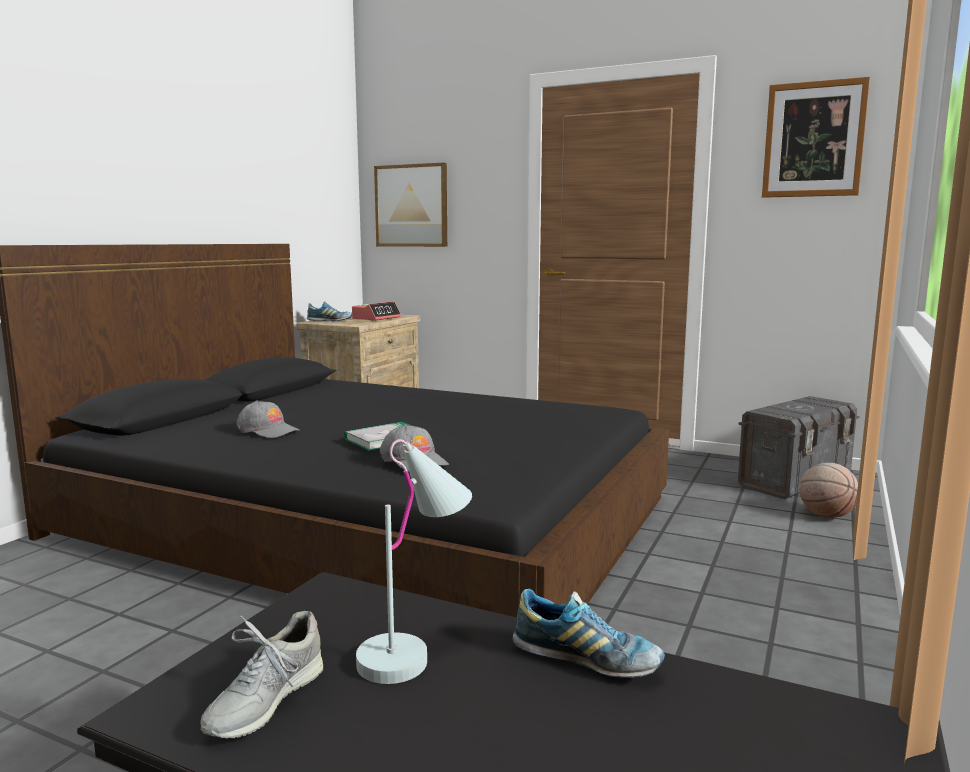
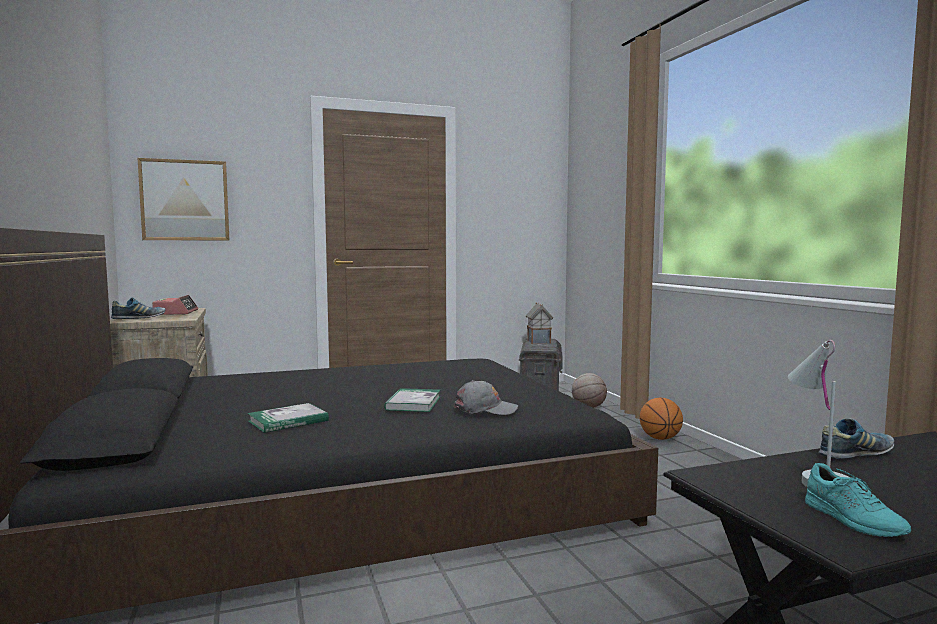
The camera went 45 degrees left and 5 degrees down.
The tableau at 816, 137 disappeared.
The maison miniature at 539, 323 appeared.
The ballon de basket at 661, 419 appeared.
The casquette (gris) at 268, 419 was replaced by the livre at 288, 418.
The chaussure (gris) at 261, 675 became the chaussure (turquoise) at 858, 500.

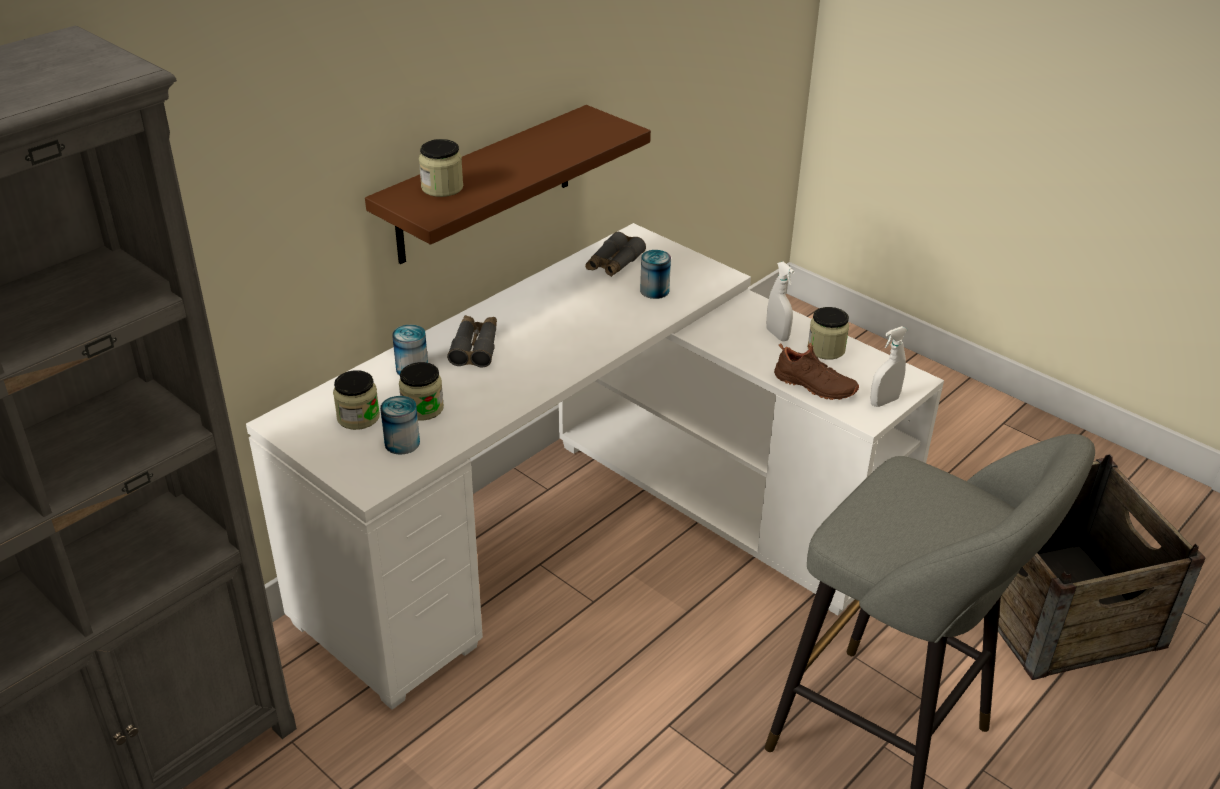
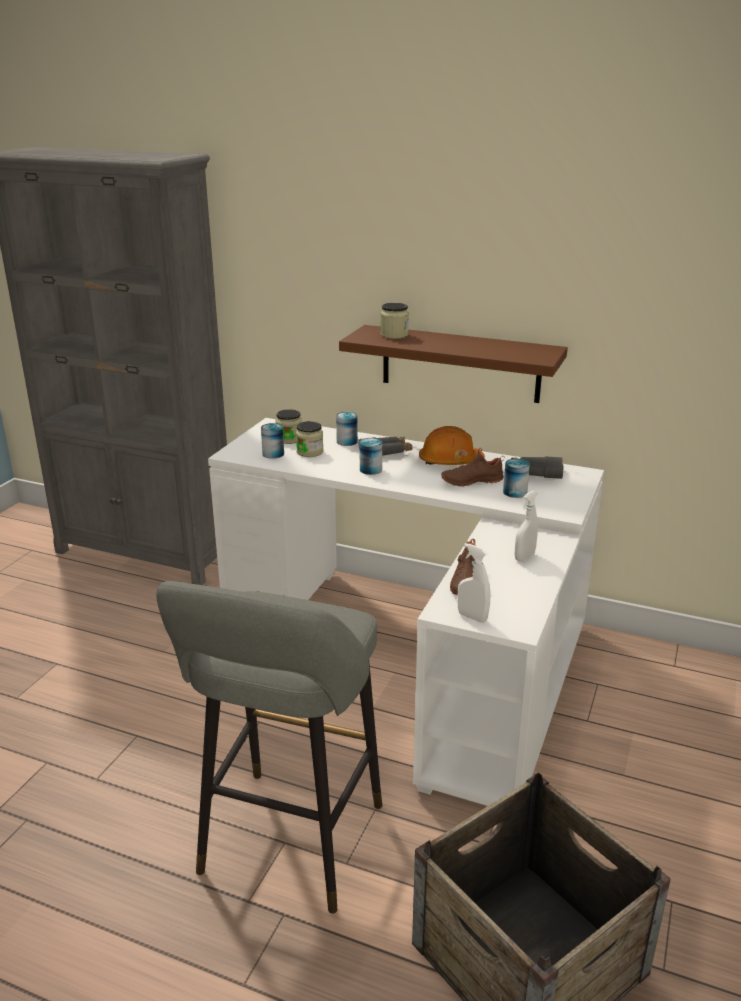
The camera went 70 degrees right and 10 degrees down.
The bocal at 828, 333 disappeared.
The boîte métallique at 371, 456 appeared.
The casque de chantier (orange) at 452, 445 appeared.
The chaussure (marron) at 473, 467 appeared.

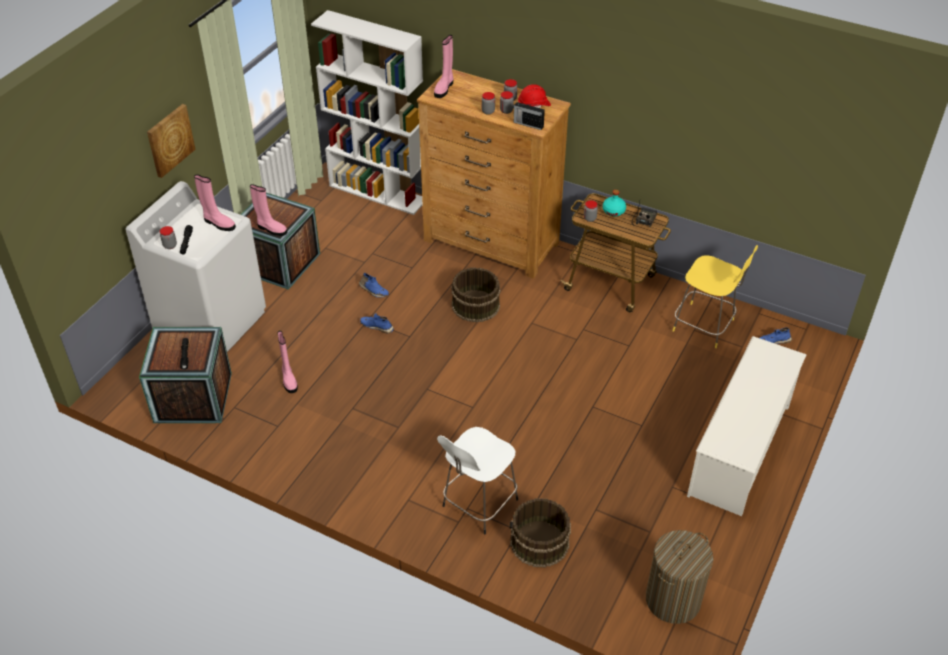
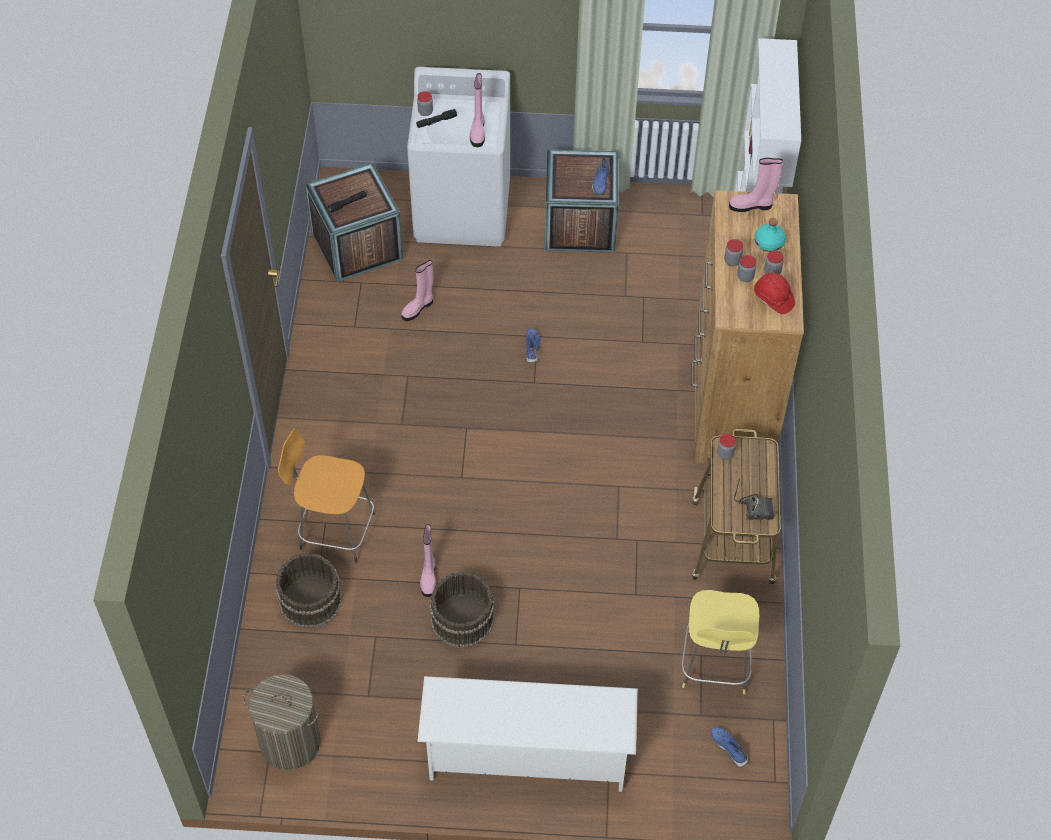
The camera went 65 degrees right and 10 degrees up.
The tableau at 171, 141 disappeared.
The radio at 529, 116 disappeared.
The botte (rose) moved from 268, 210 to 428, 560.
The chaussure (bleu) moved from 374, 284 to 601, 176.
The seau (marron) moved from 475, 294 to 462, 610.
The bouteille (turquoise) moved from 614, 203 to 770, 235.
The tabouret (blanc) at 477, 481 became the tabouret (orange) at 326, 495.

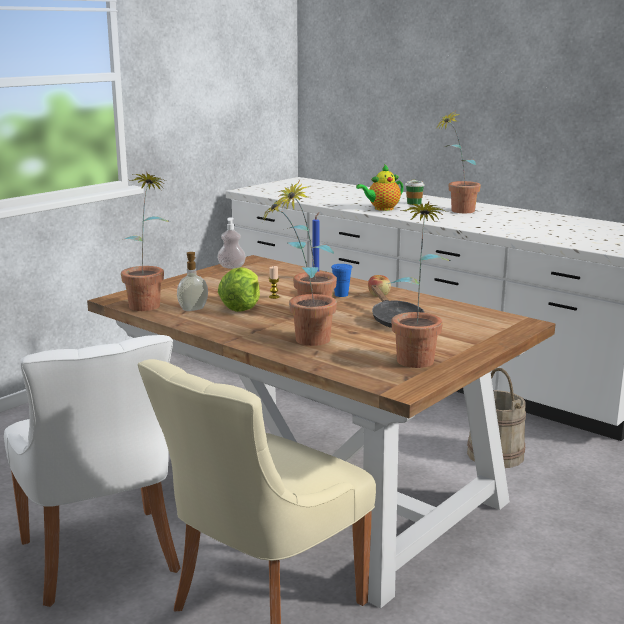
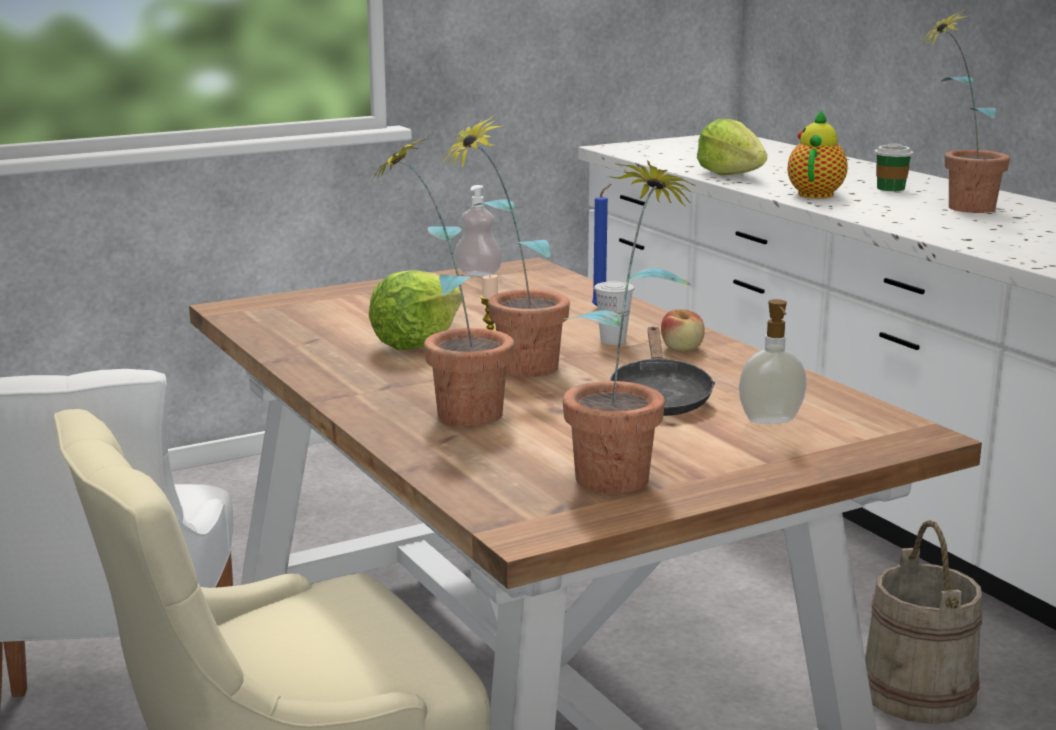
The camera went 20 degrees right and 0 degrees up.
The plante en pot at 145, 241 disappeared.
The laitue at 732, 146 appeared.
The distributeur de savon moved from 192, 281 to 773, 361.
The tasse (bleu) at 342, 280 became the tasse (blanc) at 614, 313.
The théière at 380, 187 turned 120 degrees clockwise.

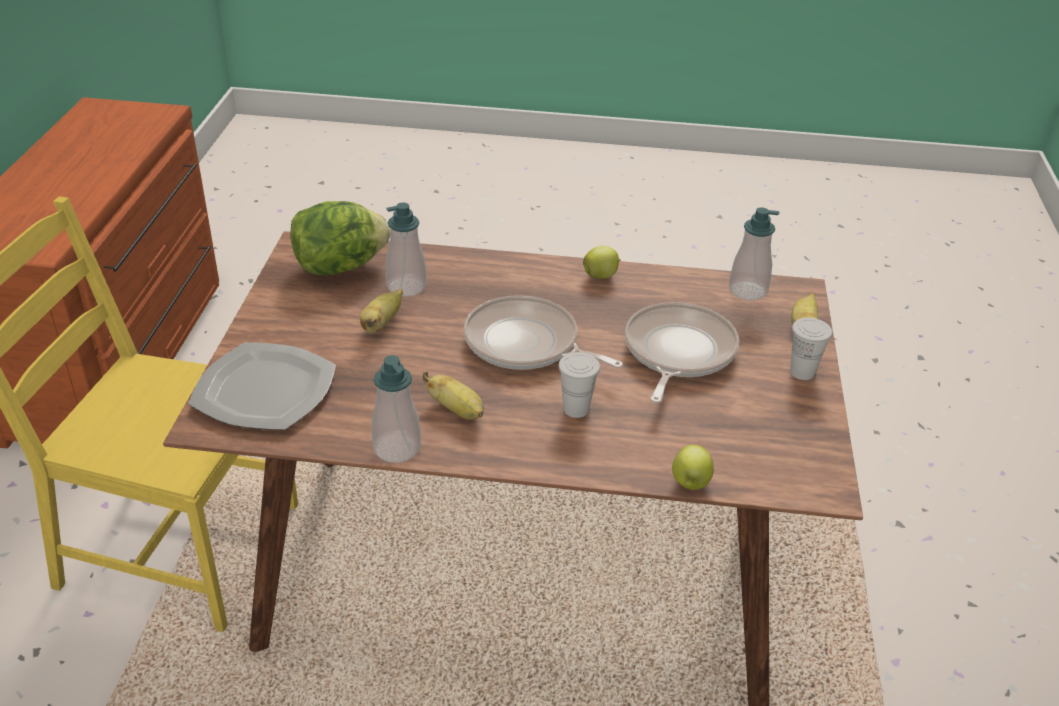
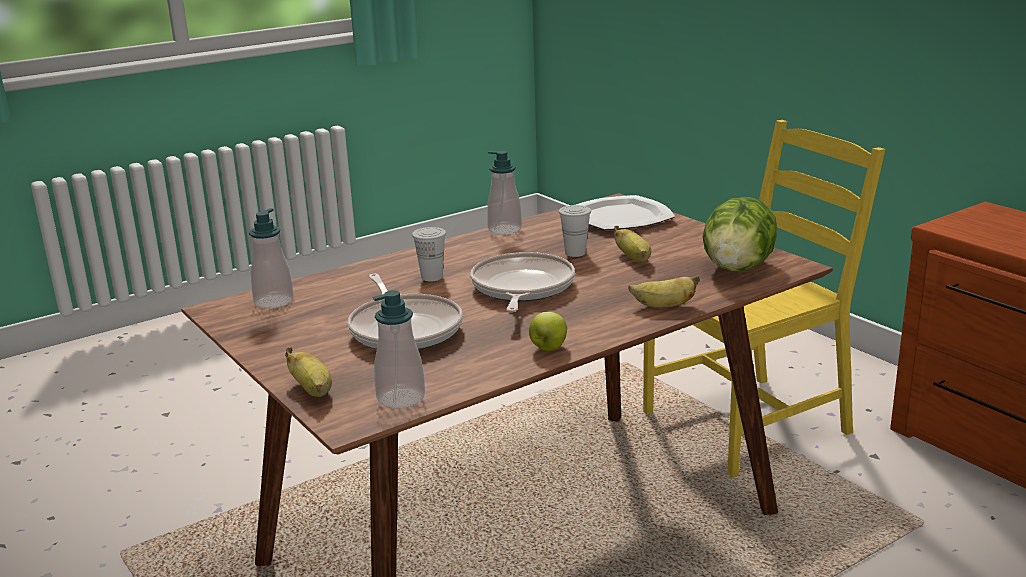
The camera went 140 degrees right and 15 degrees down.
The pomme at 693, 467 disappeared.
The distributeur de savon moved from 406, 249 to 271, 258.
The banane moved from 453, 395 to 664, 291.
The tasse (blanc) moved from 811, 349 to 575, 231.
The poêle at 543, 332 turned 75 degrees counterclockwise.

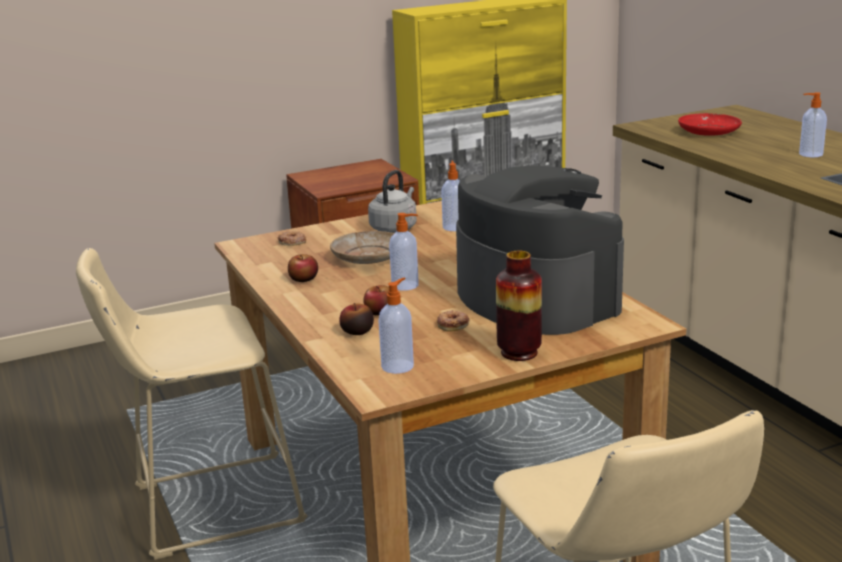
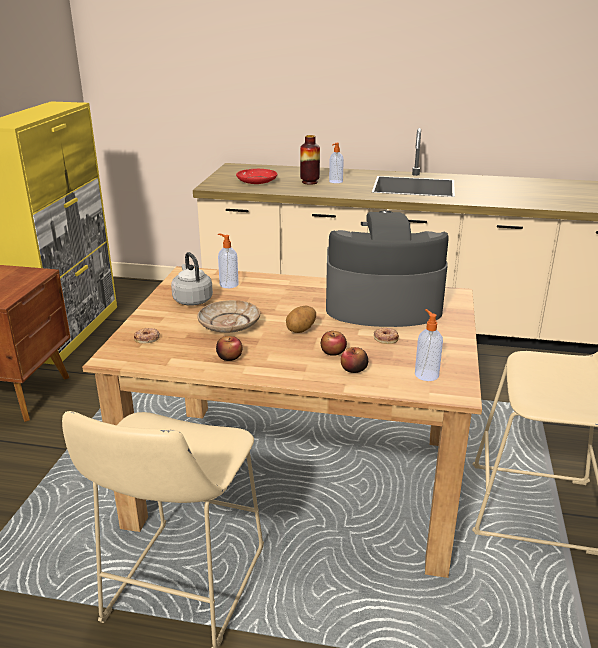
The camera went 55 degrees left and 5 degrees up.
The vase moved from 519, 306 to 310, 160.
The distributeur de savon at 404, 252 was replaced by the pomme de terre at 301, 319.

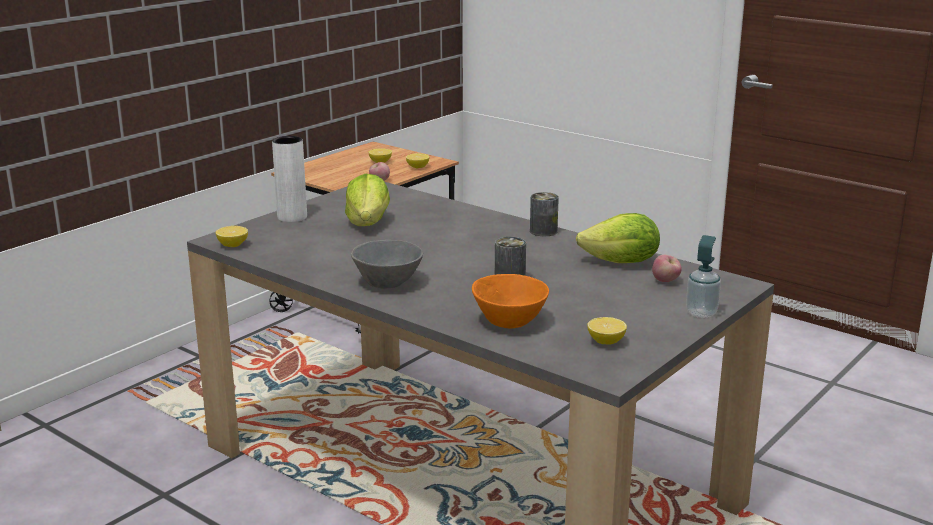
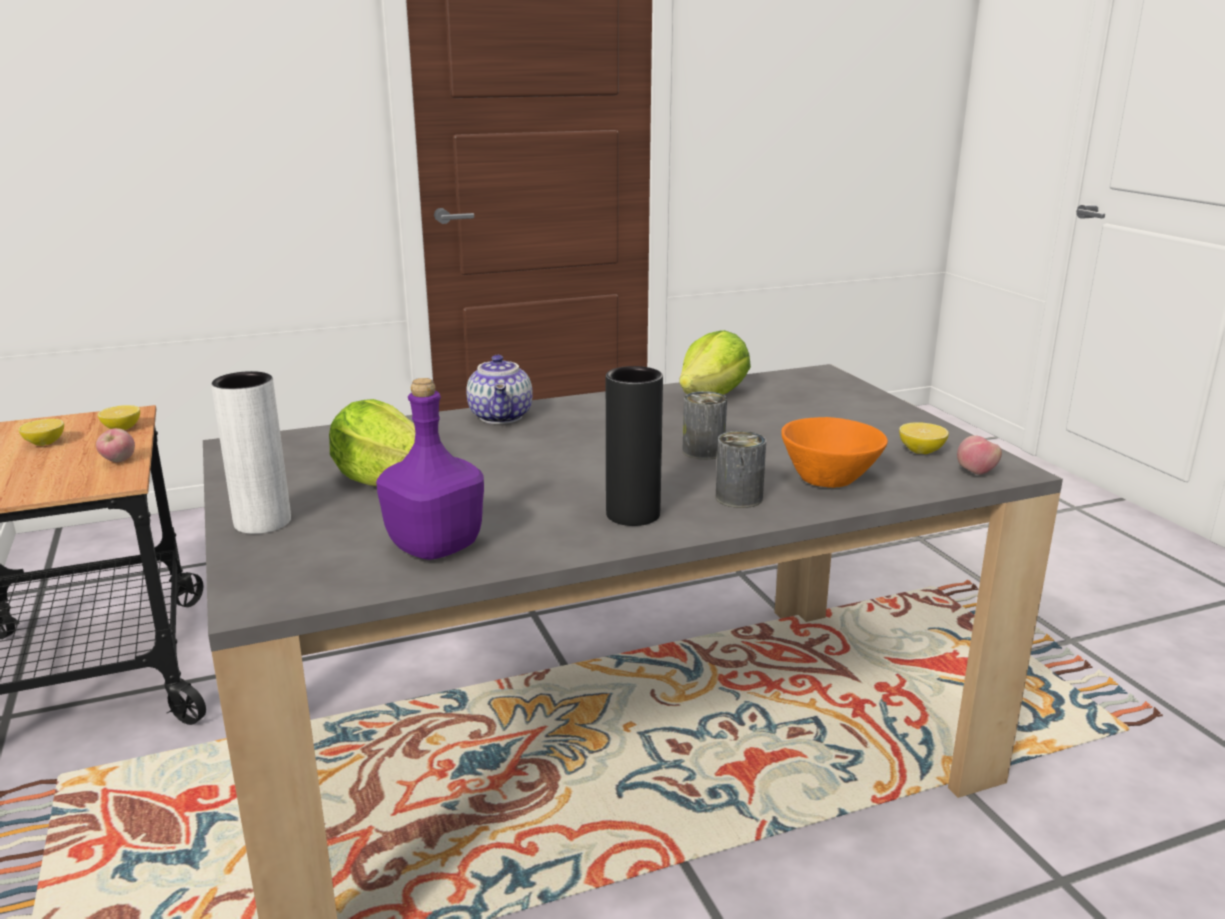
The camera went 60 degrees left and 0 degrees up.
The citron at 232, 236 disappeared.
The distributeur de savon at 703, 276 disappeared.
The bouteille (violet) at 430, 469 appeared.
The théière at 499, 389 appeared.
The boîte métallique moved from 544, 214 to 741, 469.
The pomme moved from 667, 268 to 979, 455.
The bol (gris) at 387, 264 was replaced by the vase (noir) at 634, 446.

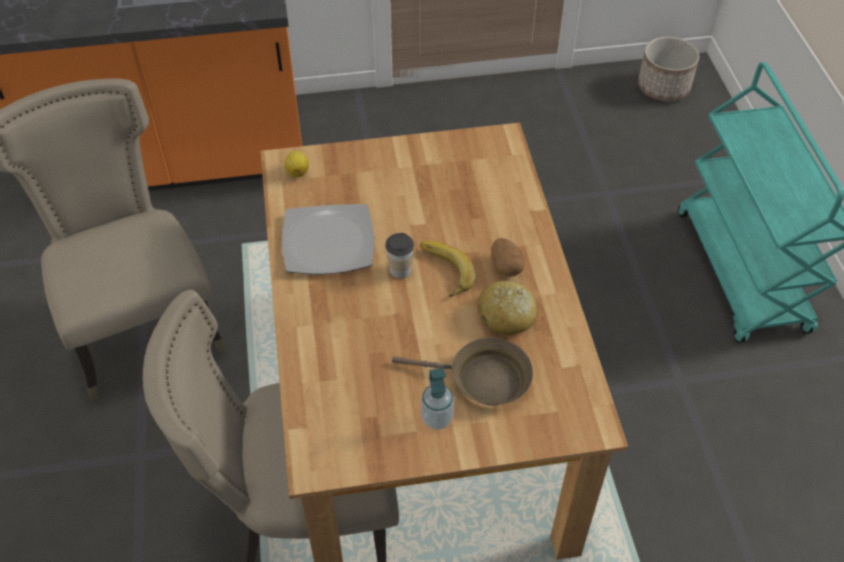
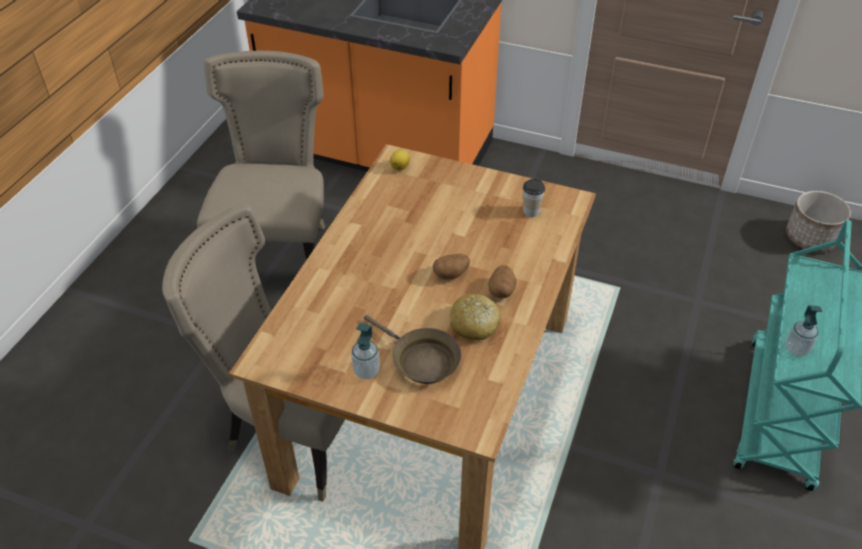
The camera went 30 degrees right and 5 degrees down.
The assiette at 328, 239 disappeared.
The distributeur de savon at 804, 330 appeared.
The tasse moved from 399, 256 to 534, 198.
The banane at 448, 269 was replaced by the pomme de terre at 451, 266.

